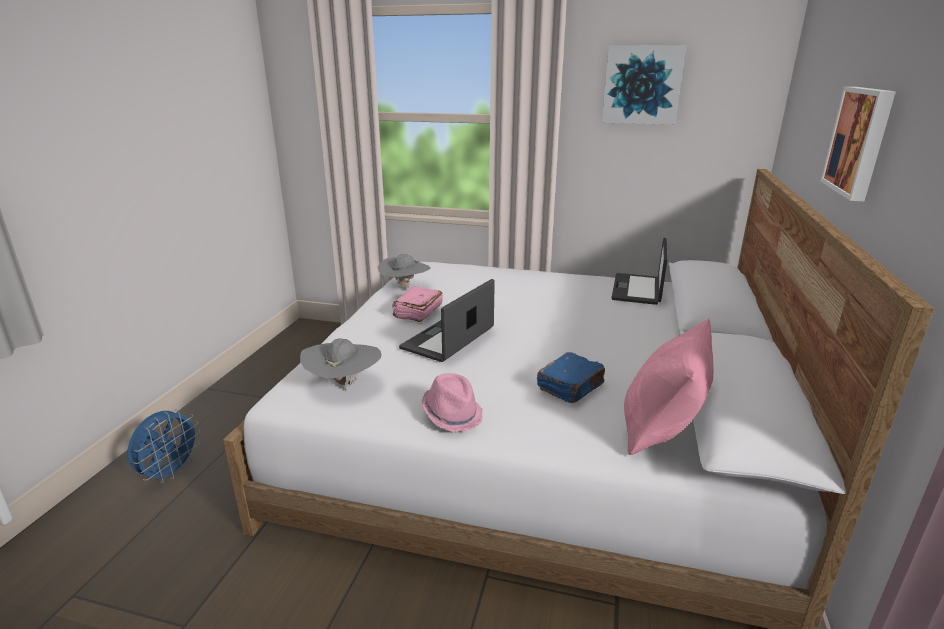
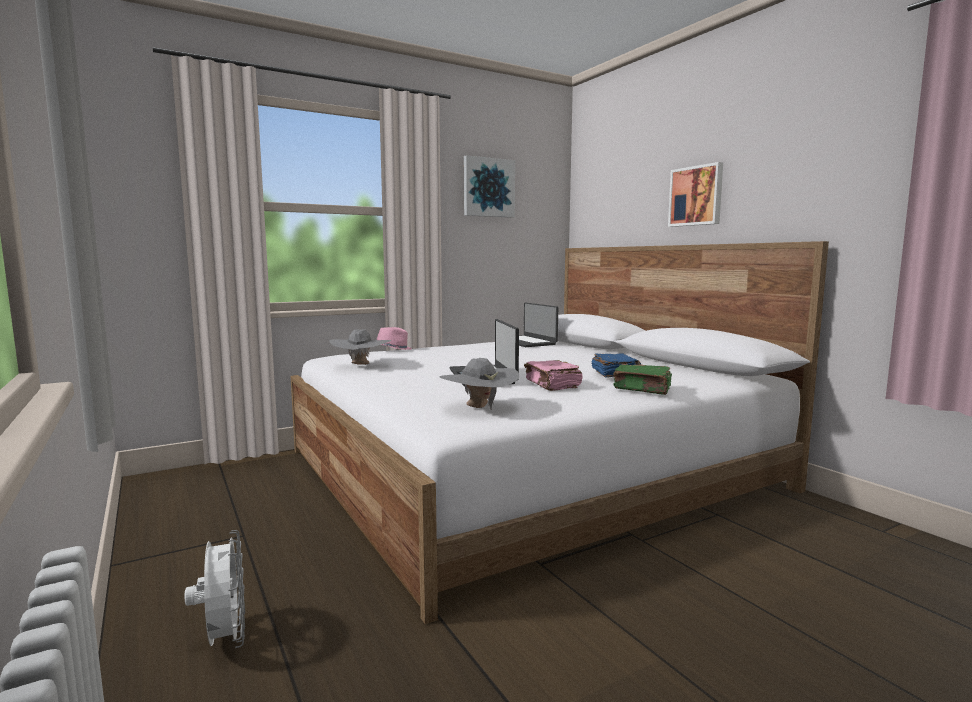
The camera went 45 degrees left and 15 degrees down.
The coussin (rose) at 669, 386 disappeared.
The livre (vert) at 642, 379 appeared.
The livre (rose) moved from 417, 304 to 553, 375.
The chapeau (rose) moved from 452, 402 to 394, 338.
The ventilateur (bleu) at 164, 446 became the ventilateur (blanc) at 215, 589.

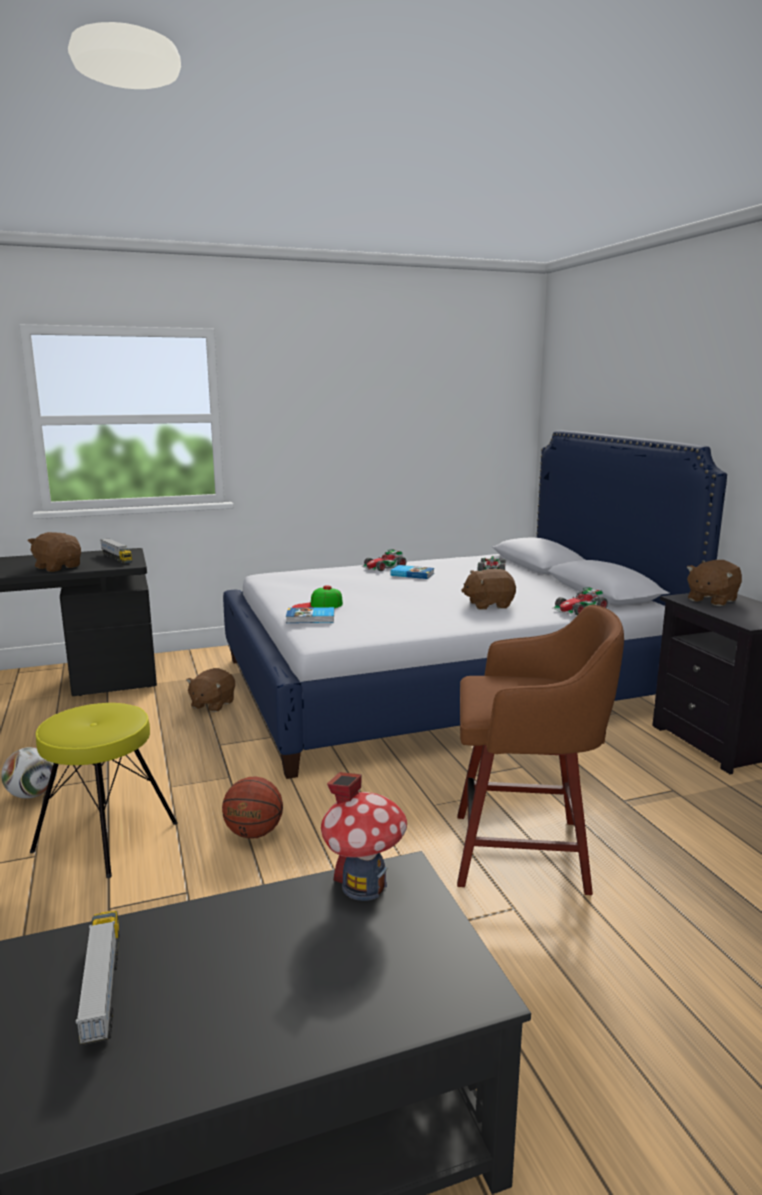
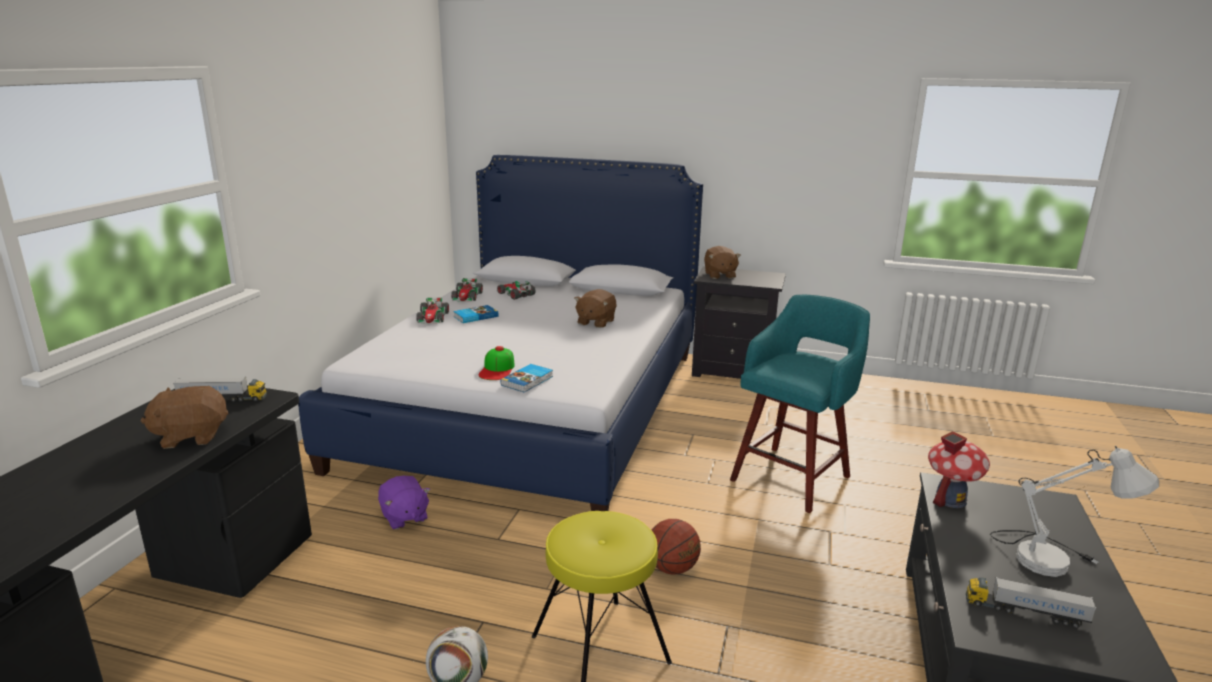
The camera went 55 degrees left and 5 degrees up.
The lampe de table (blanc) at 1074, 511 appeared.
The petite voiture moved from 580, 601 to 467, 290.
The peluche (marron) at 210, 690 became the peluche (violet) at 404, 503.
The tabouret (marron) at 540, 749 became the tabouret (turquoise) at 800, 404.

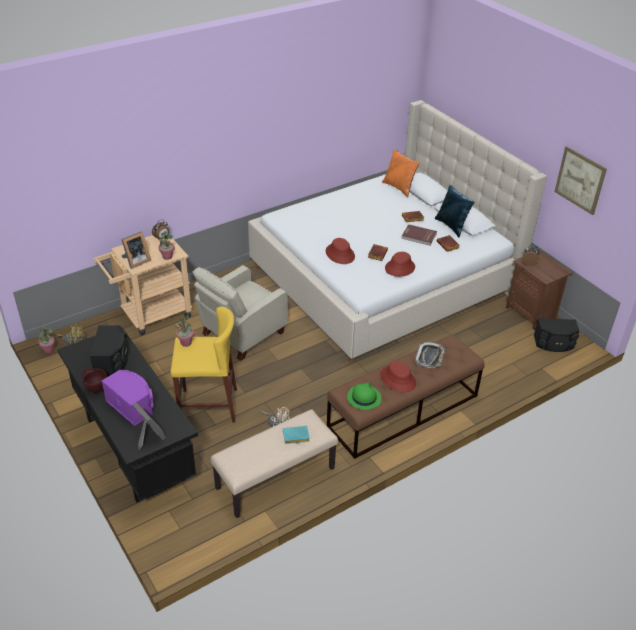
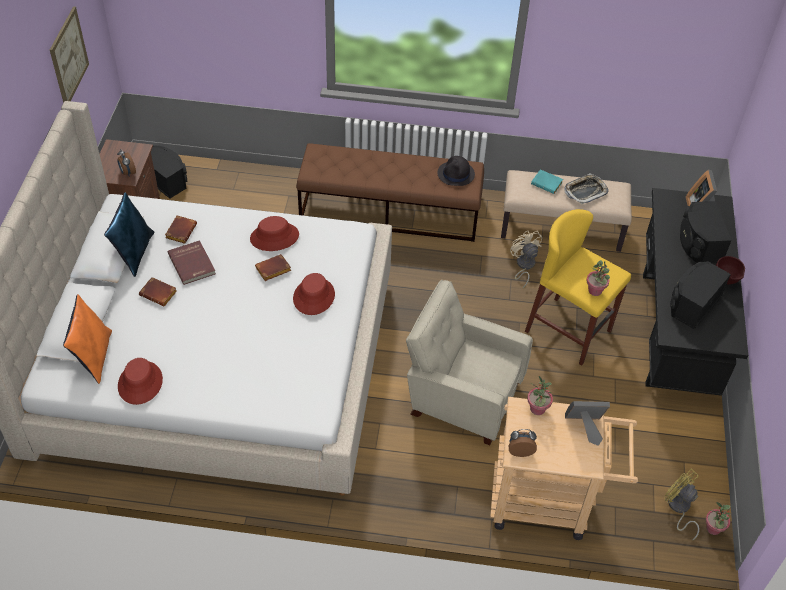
The camera went 140 degrees left and 10 degrees up.
The chapeau (rouge) moved from 398, 376 to 140, 381.
The plateau moved from 430, 355 to 586, 188.
The enceinte (violet) at 128, 398 became the enceinte (noir) at 706, 232.
The chapeau (vert) at 364, 396 became the chapeau (noir) at 456, 171.
The fauteuil (beige) at 240, 313 turned 150 degrees counterclockwise.

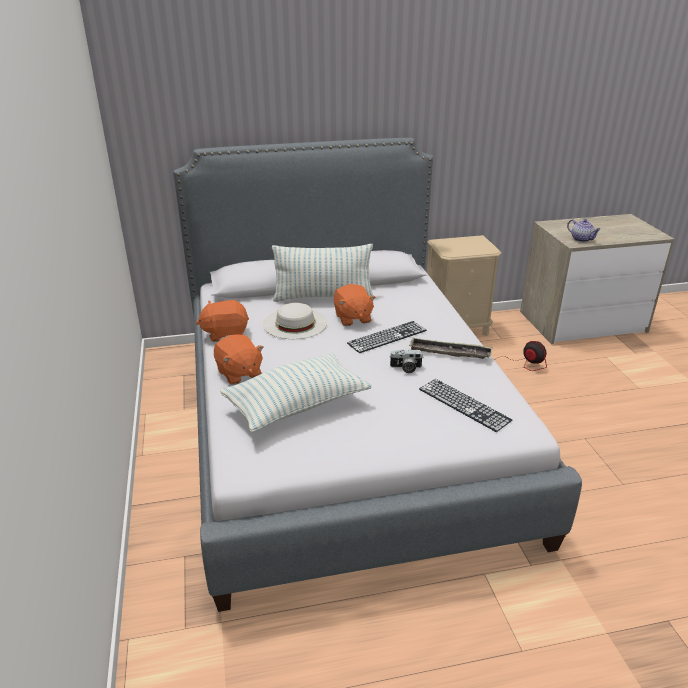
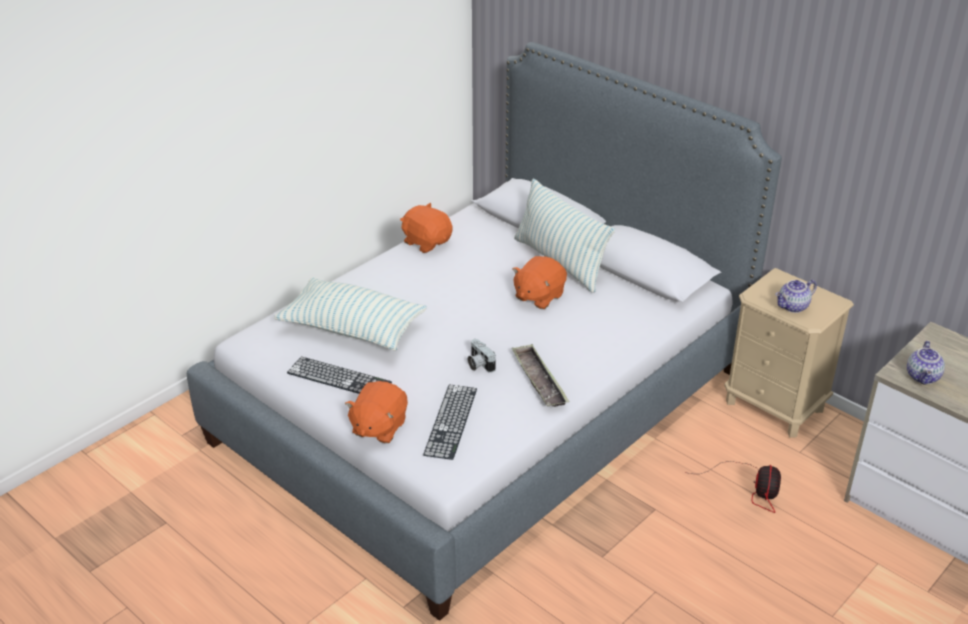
The camera went 55 degrees right and 5 degrees up.
The chapeau (blanc) at 295, 321 disappeared.
The théière at 796, 296 appeared.
The peluche (orange) moved from 239, 359 to 376, 412.
The clavier moved from 387, 337 to 339, 375.

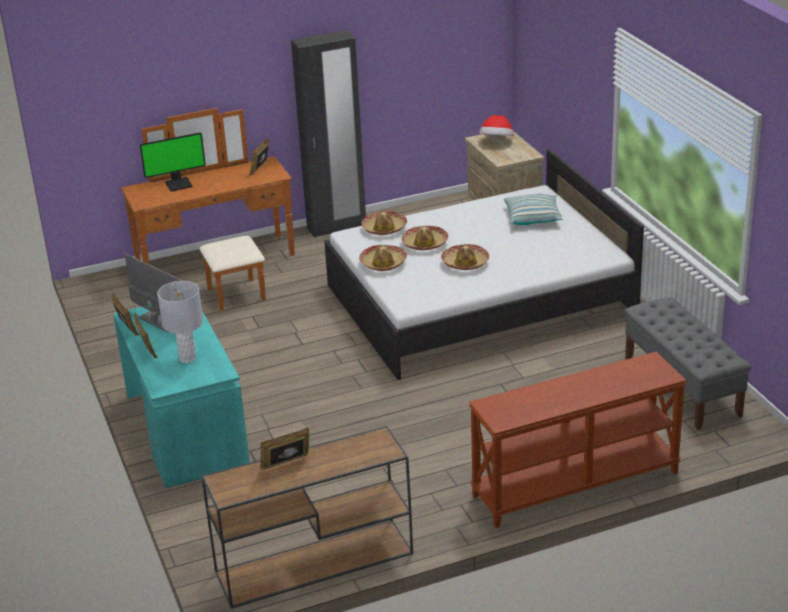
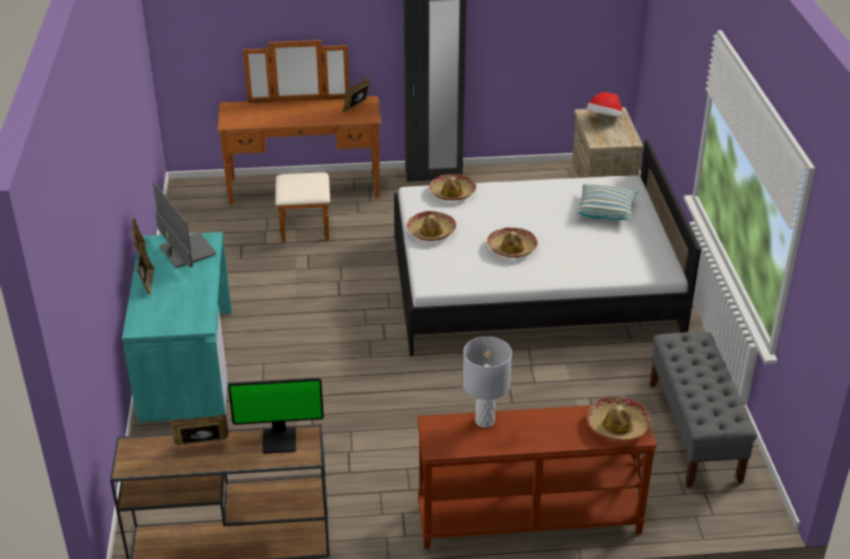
The camera went 15 degrees right and 5 degrees up.
The écran d'ordinateur moved from 173, 162 to 276, 416.
The lampe de table (gris) moved from 180, 322 to 487, 382.
The chapeau moved from 425, 238 to 619, 419.

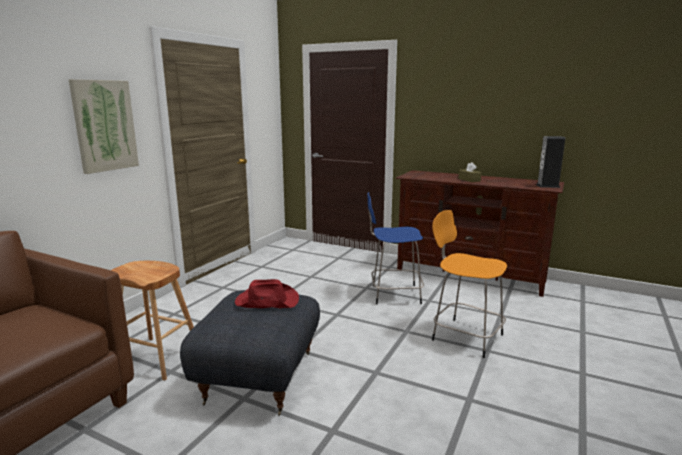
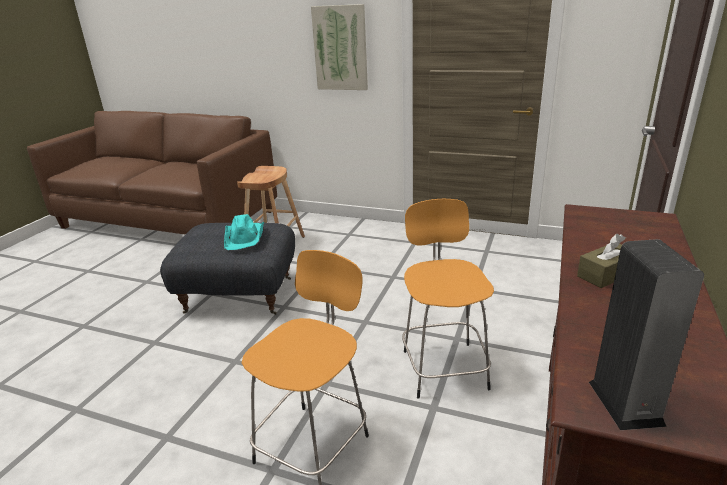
The camera went 85 degrees right and 10 degrees up.
The chapeau (rouge) at 267, 293 became the chapeau (turquoise) at 244, 232.
The tabouret (bleu) at 395, 248 became the tabouret (orange) at 448, 299.

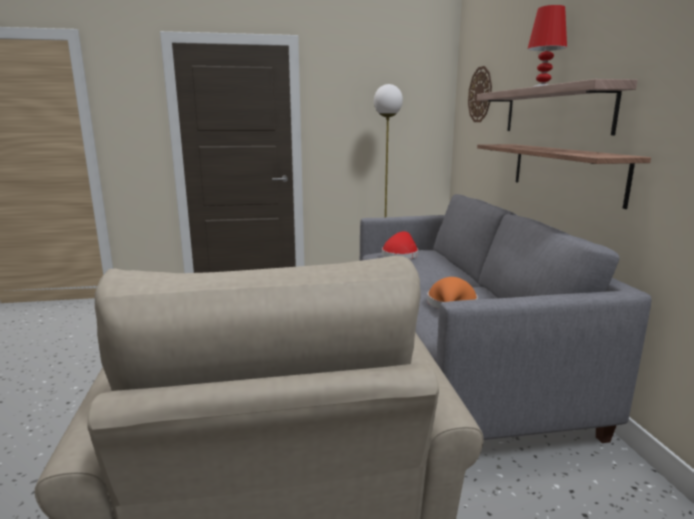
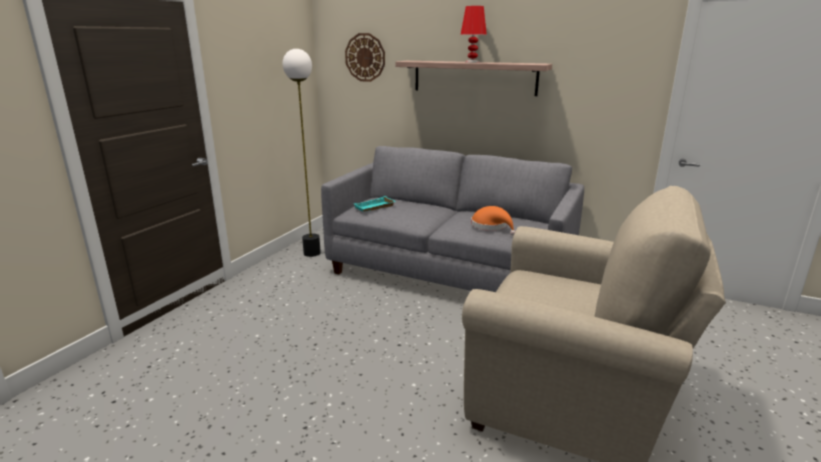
The camera went 55 degrees left and 5 degrees up.
The étagère at 564, 176 disappeared.
The chapeau (rouge) at 400, 245 was replaced by the plateau (turquoise) at 374, 204.

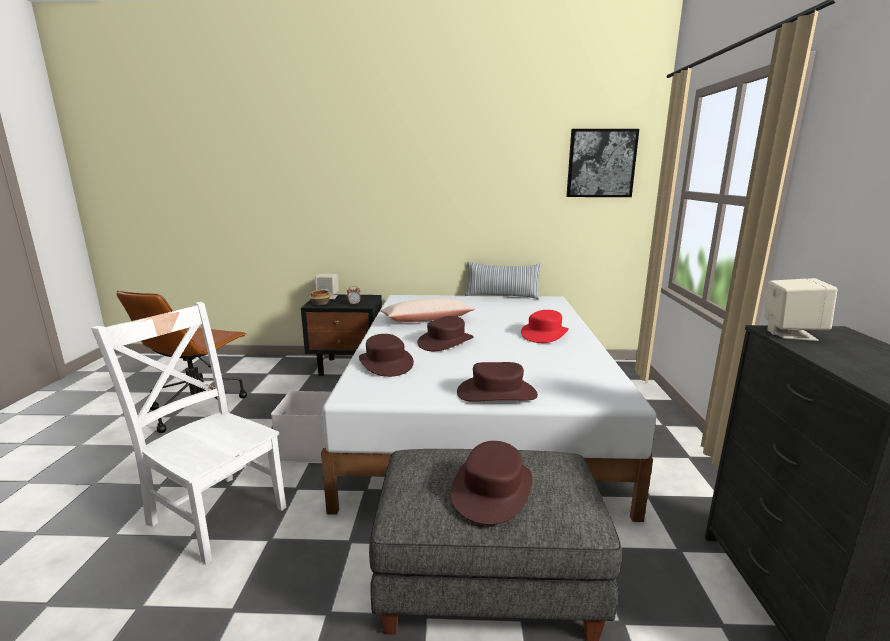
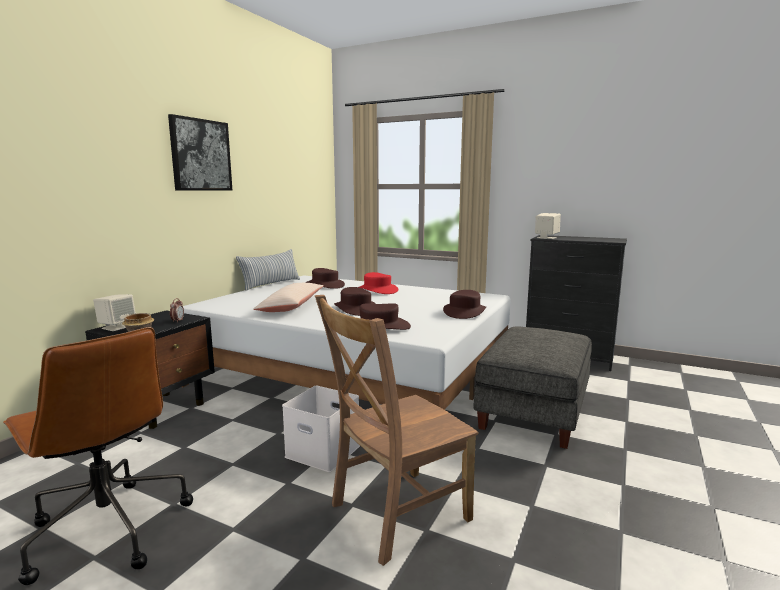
The camera went 65 degrees left and 5 degrees down.
The chapeau (marron) moved from 492, 483 to 325, 278.
The tableau moved from 602, 163 to 200, 152.
The chaise (blanc) at 188, 433 became the chaise (marron) at 396, 430.

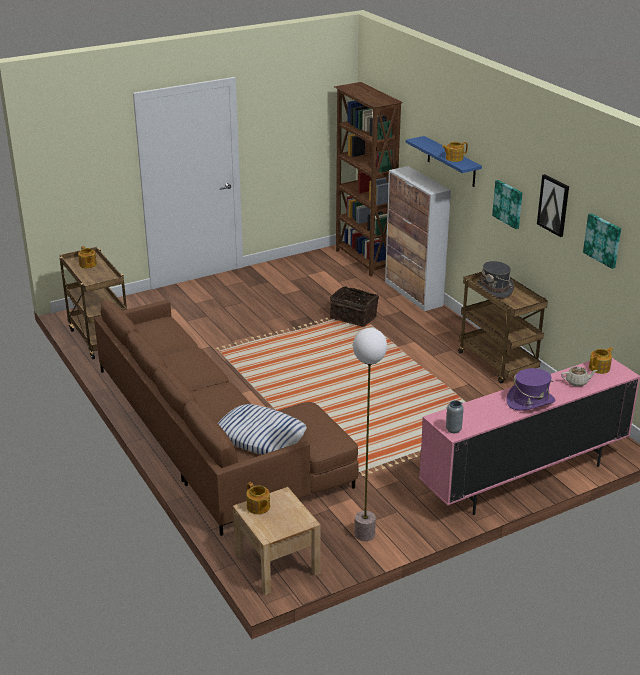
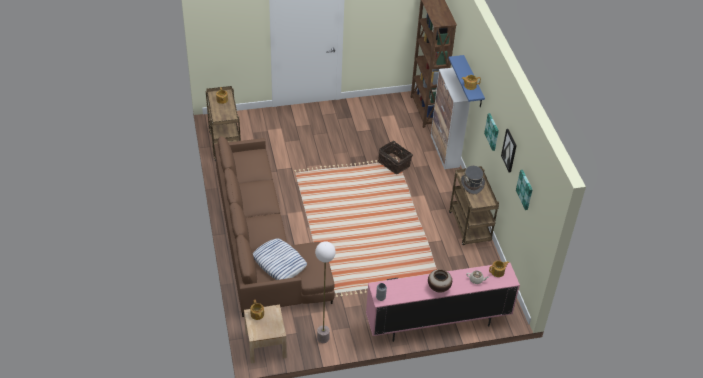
The camera went 15 degrees right and 15 degrees up.
The chapeau (violet) at 531, 389 was replaced by the vase at 440, 281.

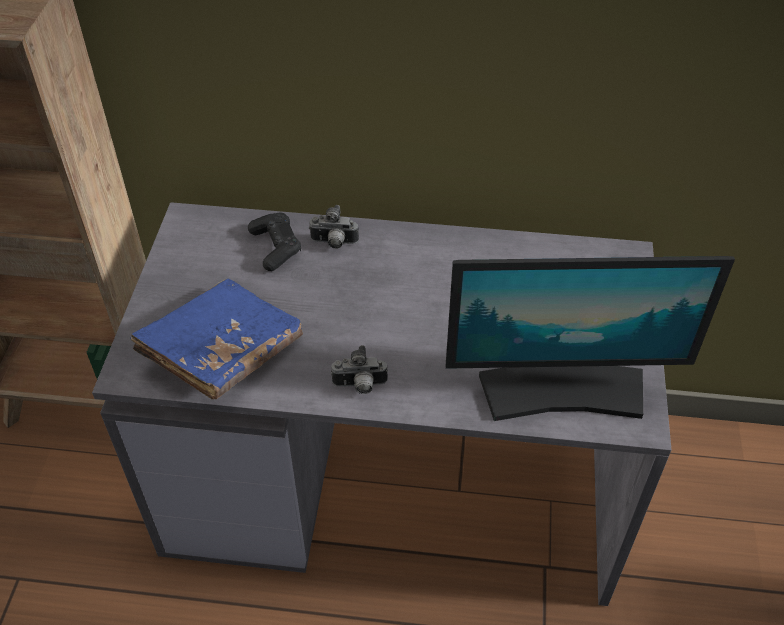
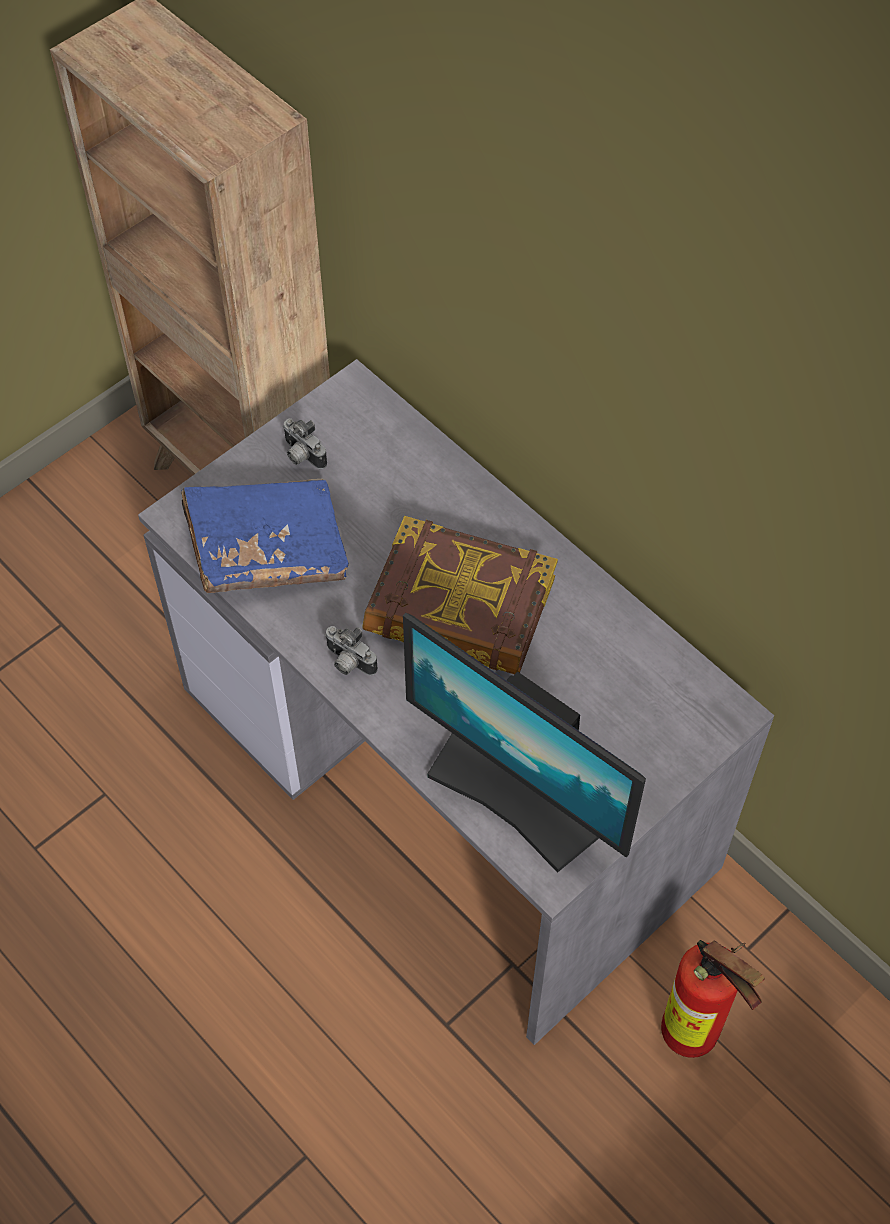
The camera went 40 degrees right and 10 degrees up.
The manette (noir) at 274, 241 disappeared.
The livre at 460, 595 appeared.
The extincteur at 713, 999 appeared.
The appareil photo moved from 334, 227 to 305, 443.

